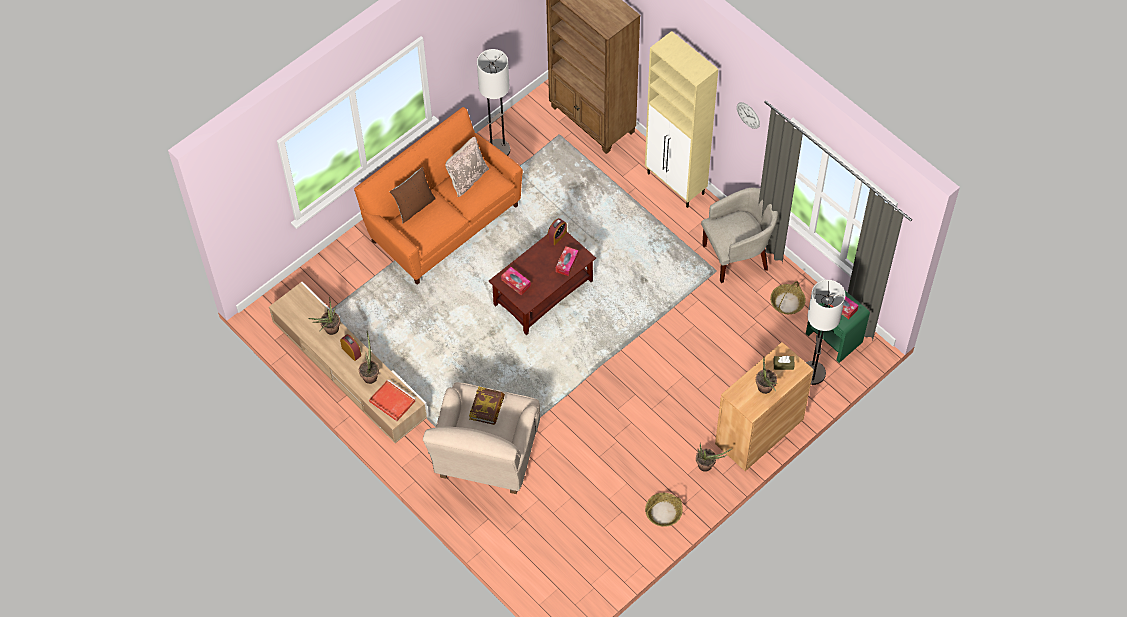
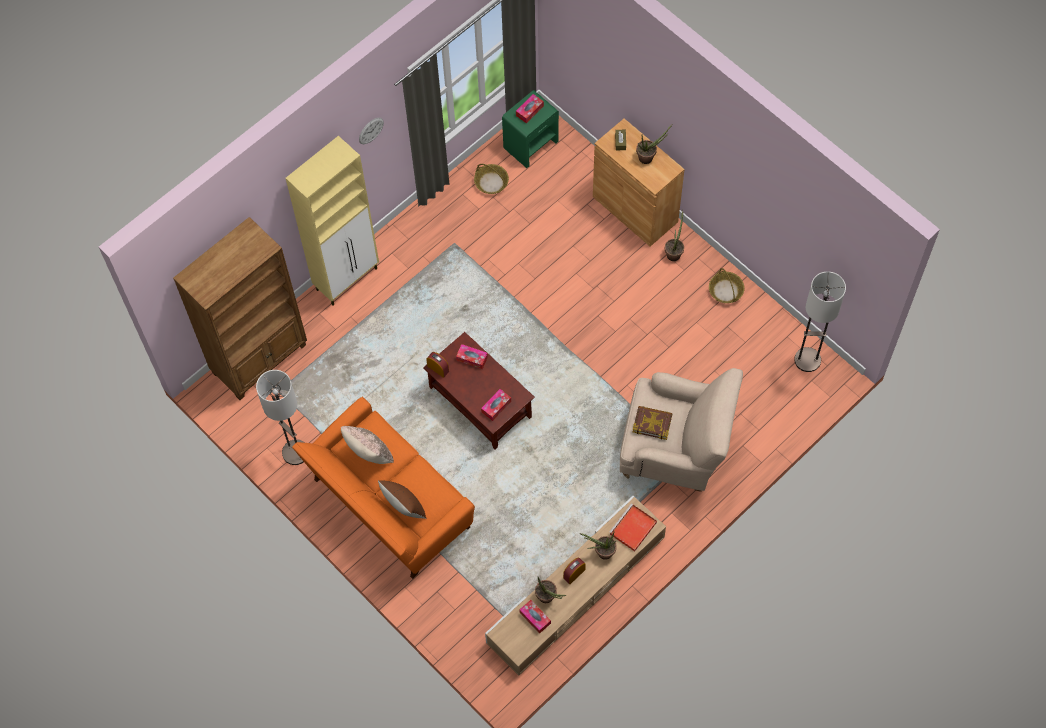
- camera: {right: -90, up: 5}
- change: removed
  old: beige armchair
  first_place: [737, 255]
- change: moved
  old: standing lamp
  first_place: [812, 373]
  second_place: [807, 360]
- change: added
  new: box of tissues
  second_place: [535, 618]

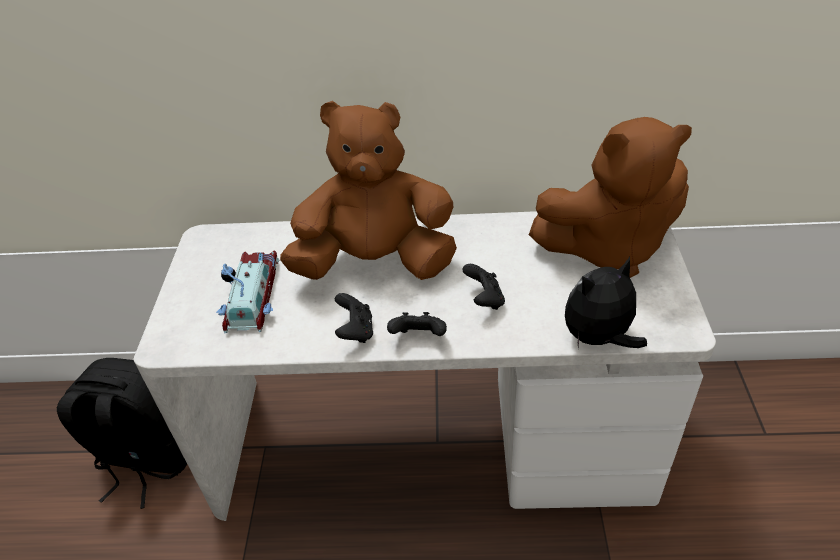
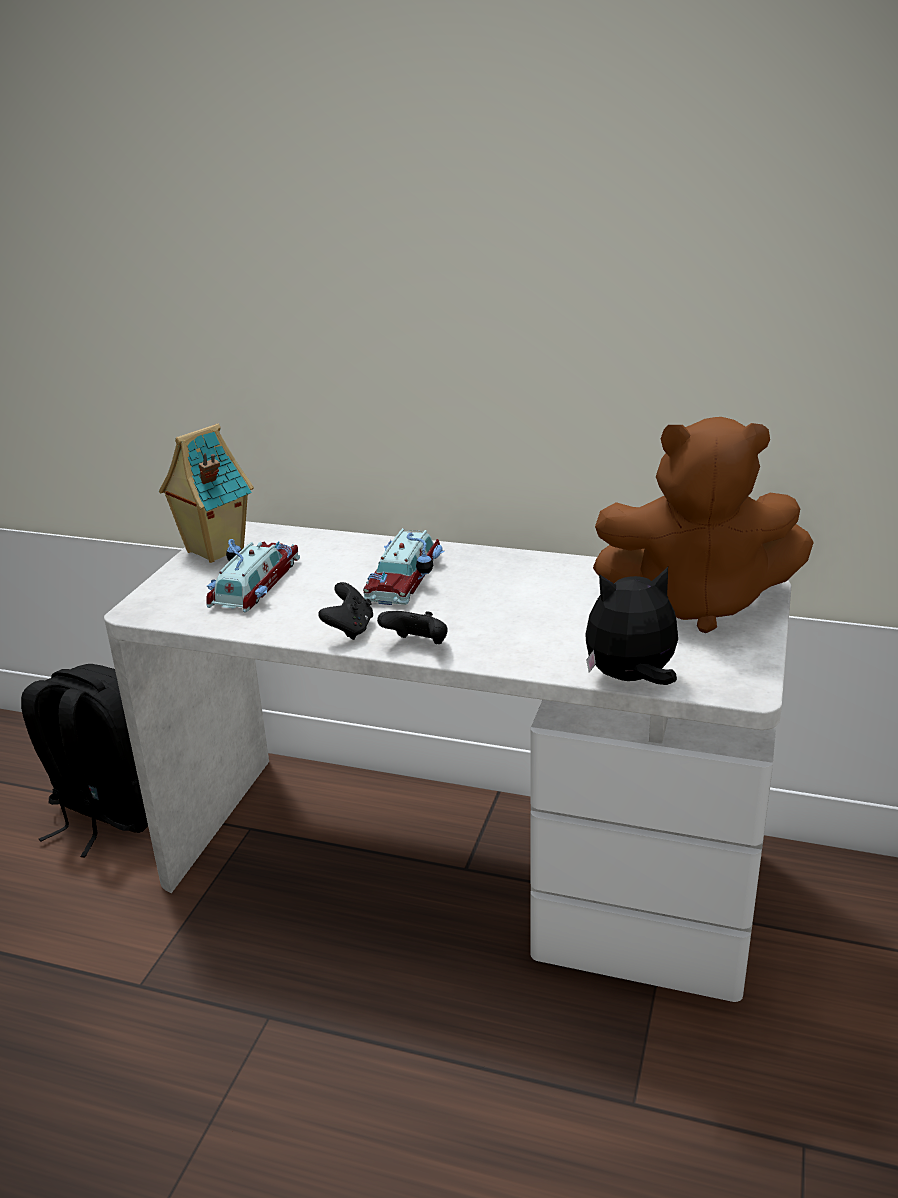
- camera: {right: 15, up: -15}
- change: replaced
  old: brown cuddly toy
  new: model car
  first_place: [376, 263]
  second_place: [407, 577]
- change: removed
  old: black-coloured game controller
  first_place: [484, 300]
- change: added
  new: toy house
  second_place: [213, 550]

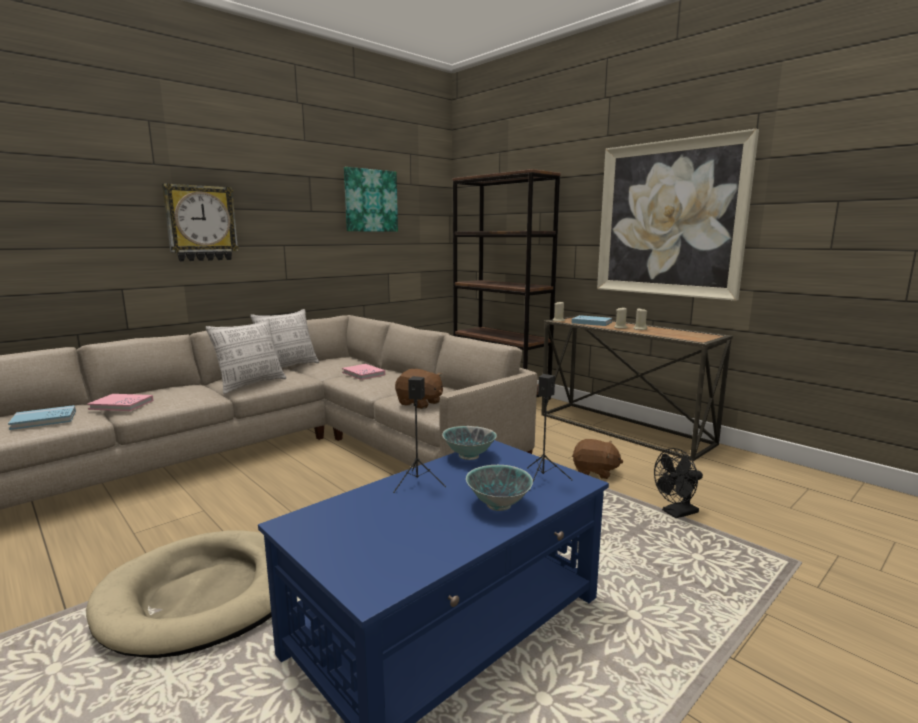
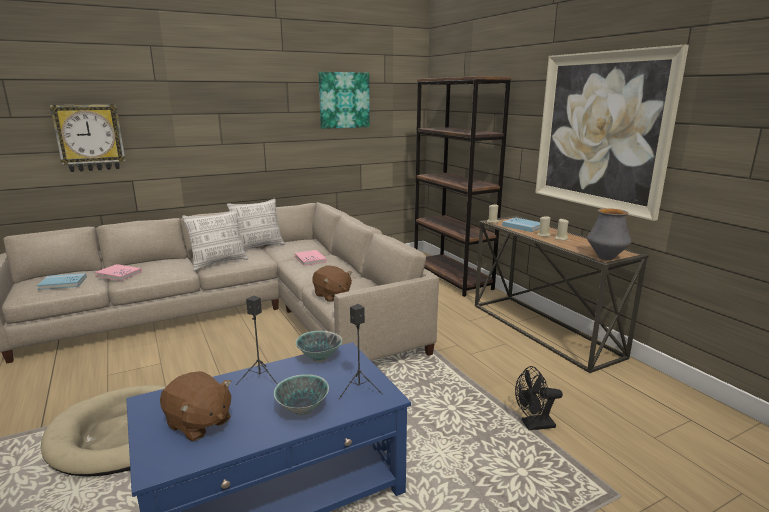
- camera: {right: 15, up: 5}
- change: moved
  old: hanging clock
  first_place: [201, 223]
  second_place: [90, 138]
- change: moved
  old: brown cuddly toy
  first_place: [595, 472]
  second_place: [199, 423]
- change: added
  new: vase
  second_place: [605, 258]

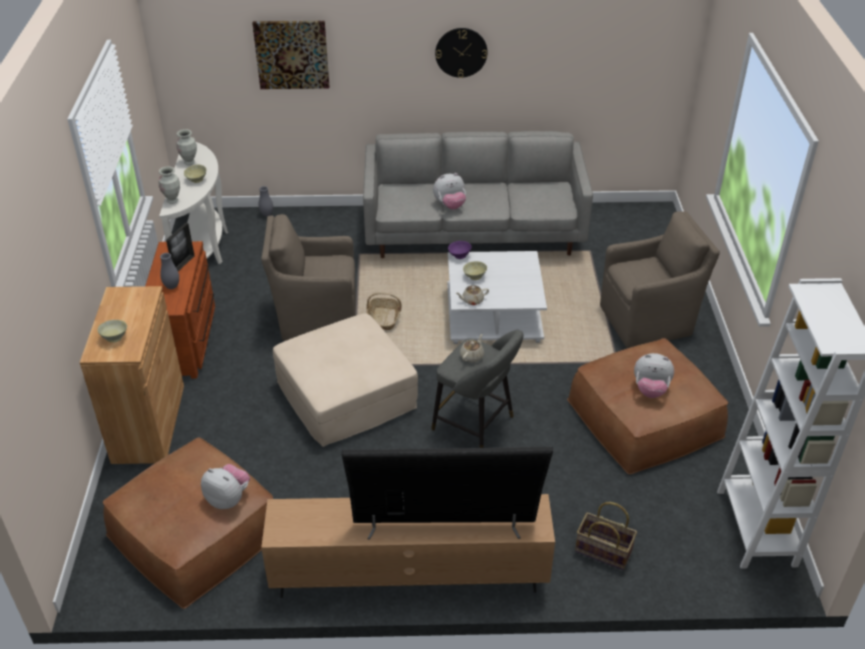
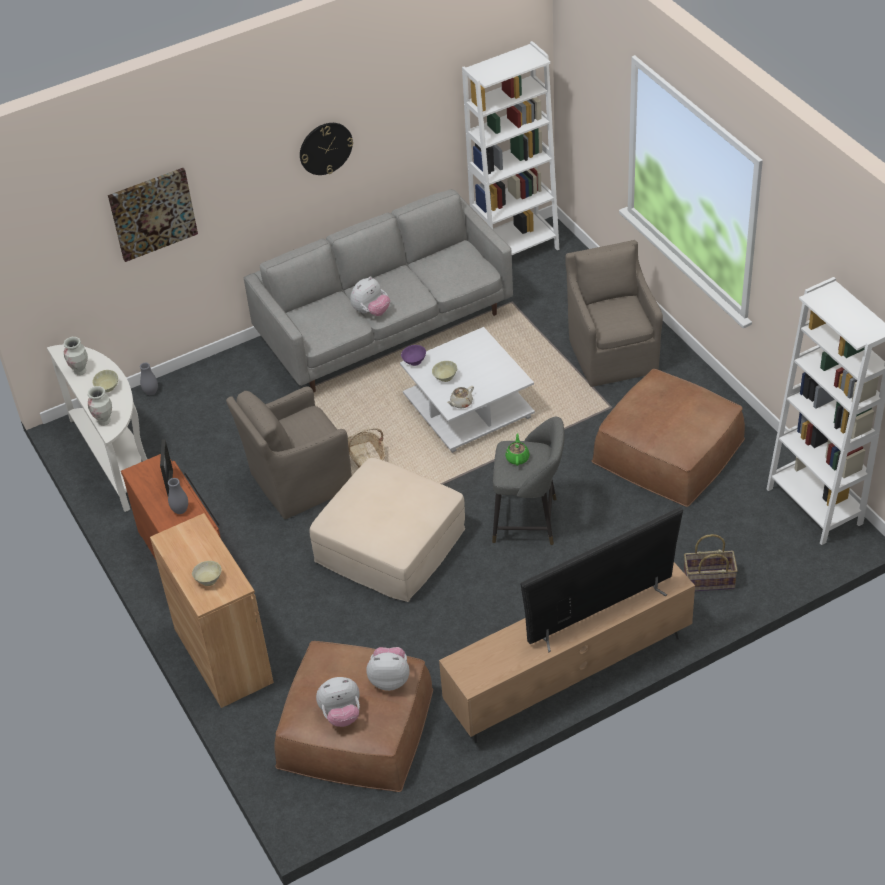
- camera: {right: -25, up: 5}
- change: recoloured
  old: beige teapot
  new: greenish teapot
  first_place: [472, 356]
  second_place: [517, 458]
- change: turned
  old: brown armchair
  first_place: [648, 320]
  second_place: [612, 353]
  degrees: -60
- change: moved
  old: cuddly toy
  first_place: [650, 390]
  second_place: [341, 714]
- change: added
  new: whitish shelving unit
  second_place: [515, 251]

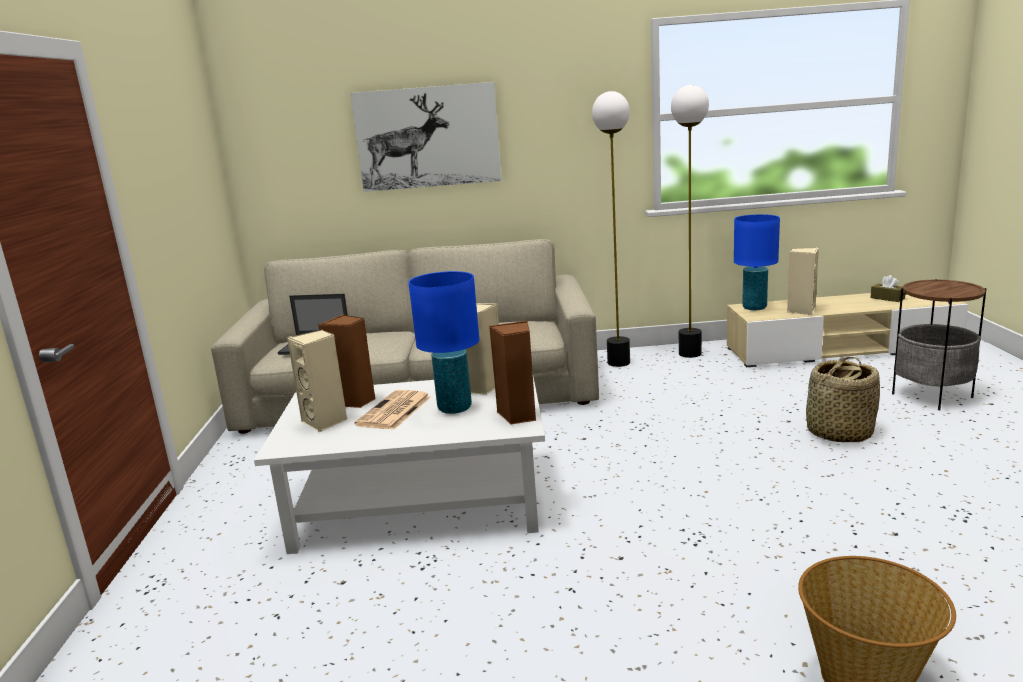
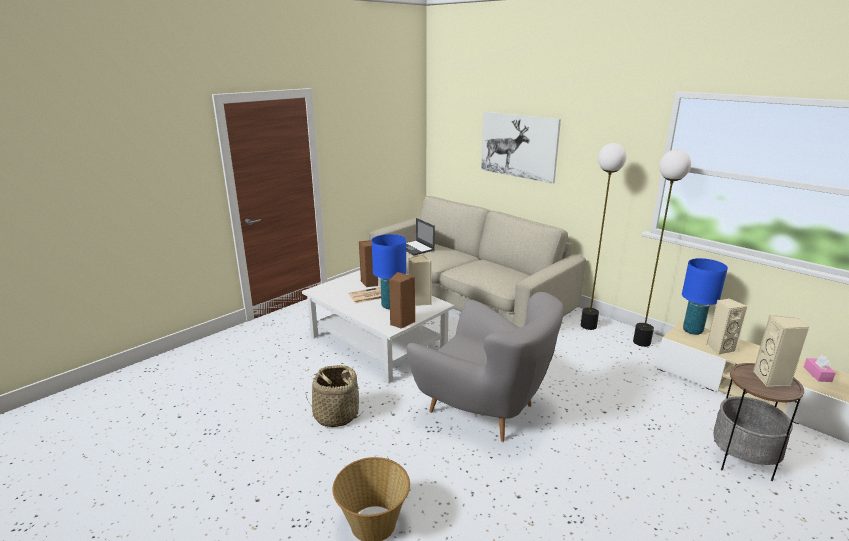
- camera: {right: 45, up: 5}
- change: moved
  old: beige audio speaker
  first_place: [325, 422]
  second_place: [772, 379]
- change: moved
  old: storage basket
  first_place: [838, 433]
  second_place: [336, 415]
- change: recoloured
  old: brown box of tissues
  new: pinkish box of tissues
  first_place: [887, 298]
  second_place: [817, 374]
- change: added
  new: gray armchair
  second_place: [484, 409]

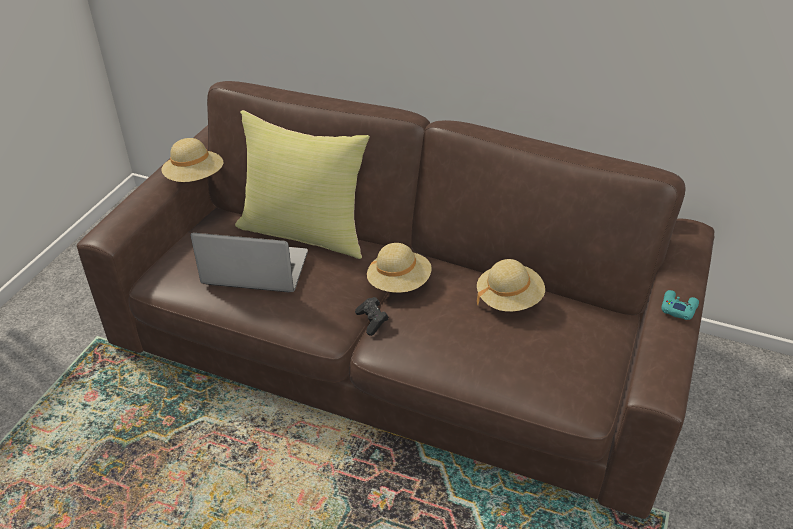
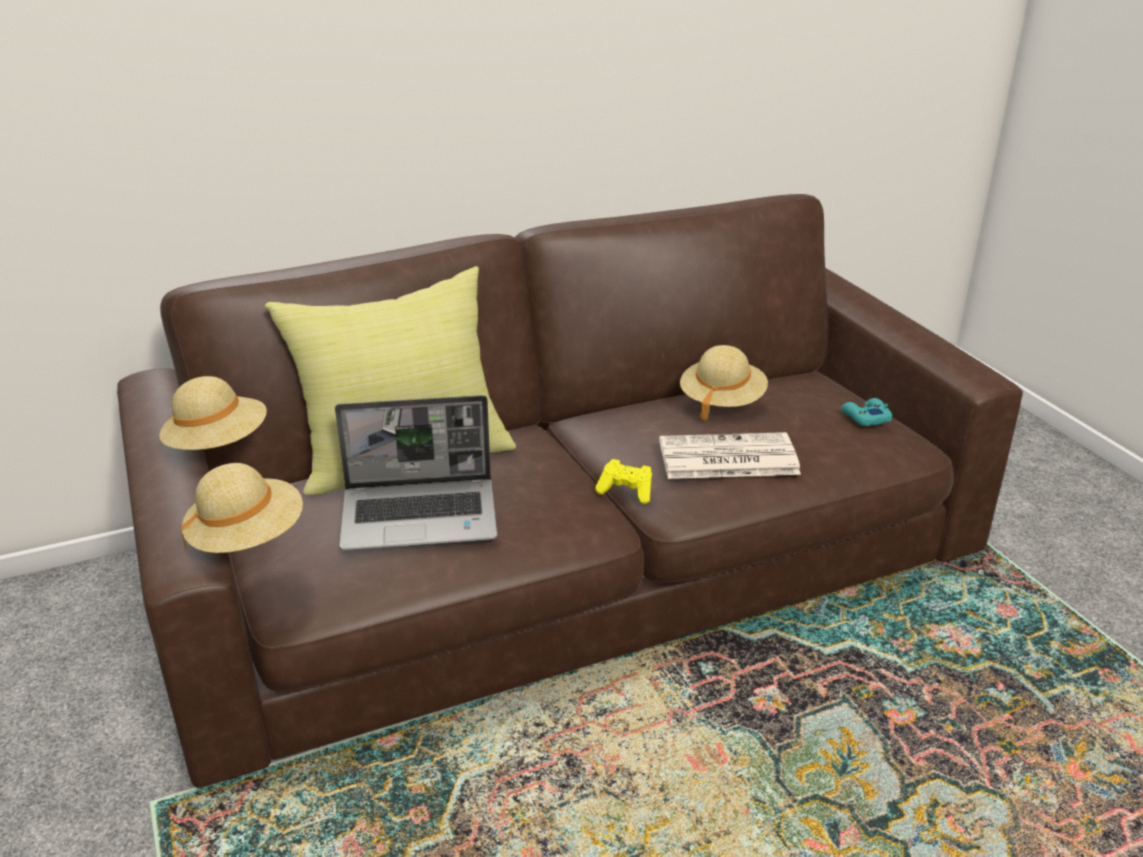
- camera: {right: -45, up: -10}
- change: turned
  old: portable computer
  first_place: [254, 270]
  second_place: [421, 516]
  degrees: -150
- change: recoloured
  old: black-coloured game controller
  new: yellow game controller
  first_place: [372, 321]
  second_place: [626, 491]
- change: moved
  old: beige wearable hat
  first_place: [399, 283]
  second_place: [247, 538]
- change: moved
  old: turquoise-coloured game controller
  first_place: [678, 308]
  second_place: [865, 417]
- change: added
  new: printed paper
  second_place: [726, 458]

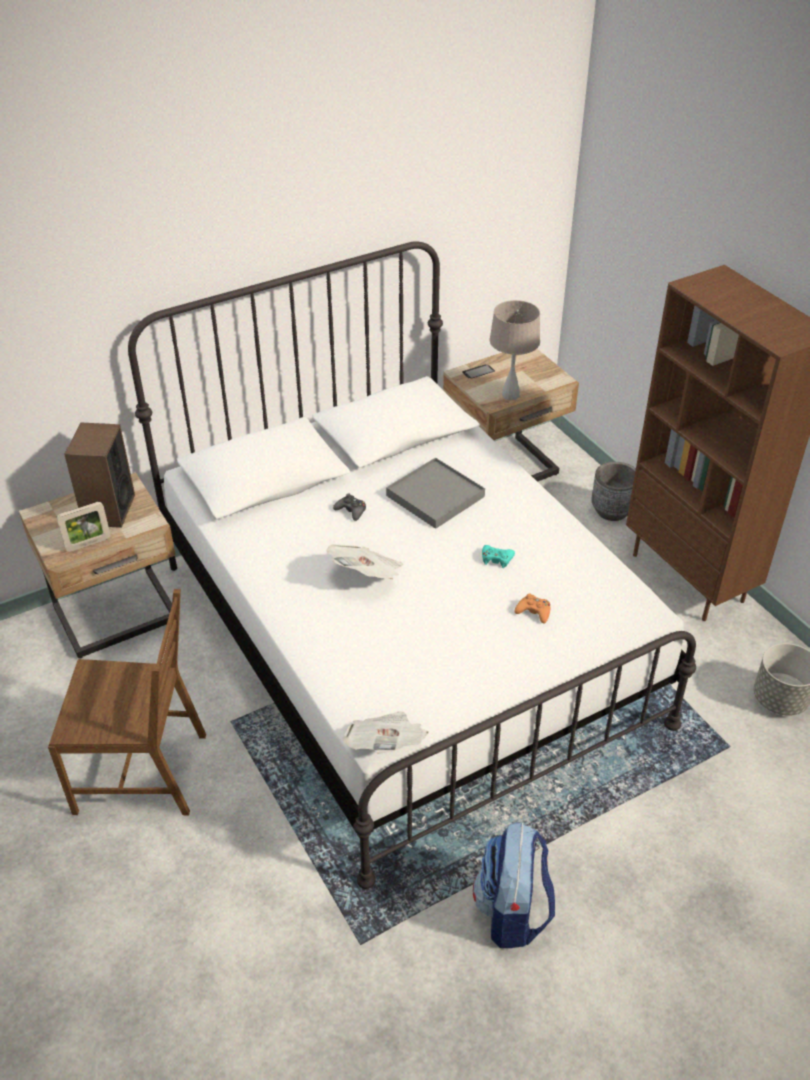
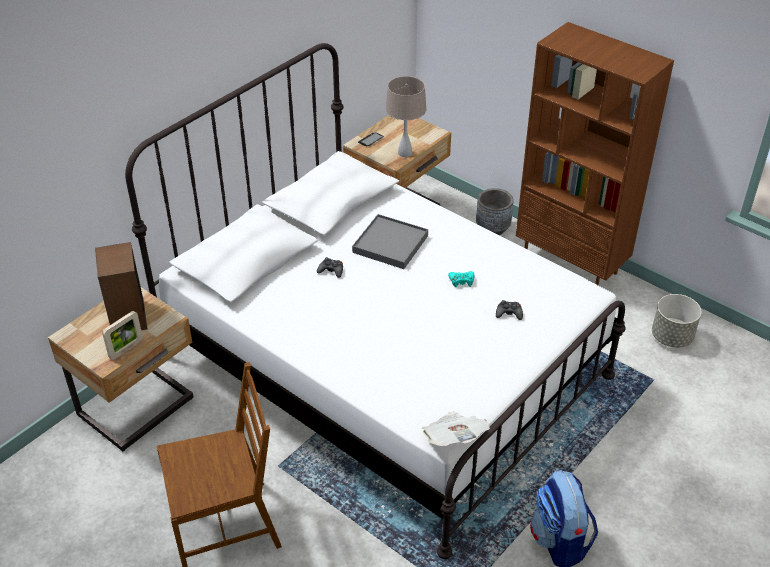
- camera: {right: -20, up: 0}
- change: removed
  old: printed paper
  first_place: [367, 575]
- change: recoloured
  old: orange game controller
  new: black-coloured game controller
  first_place: [534, 612]
  second_place: [509, 313]

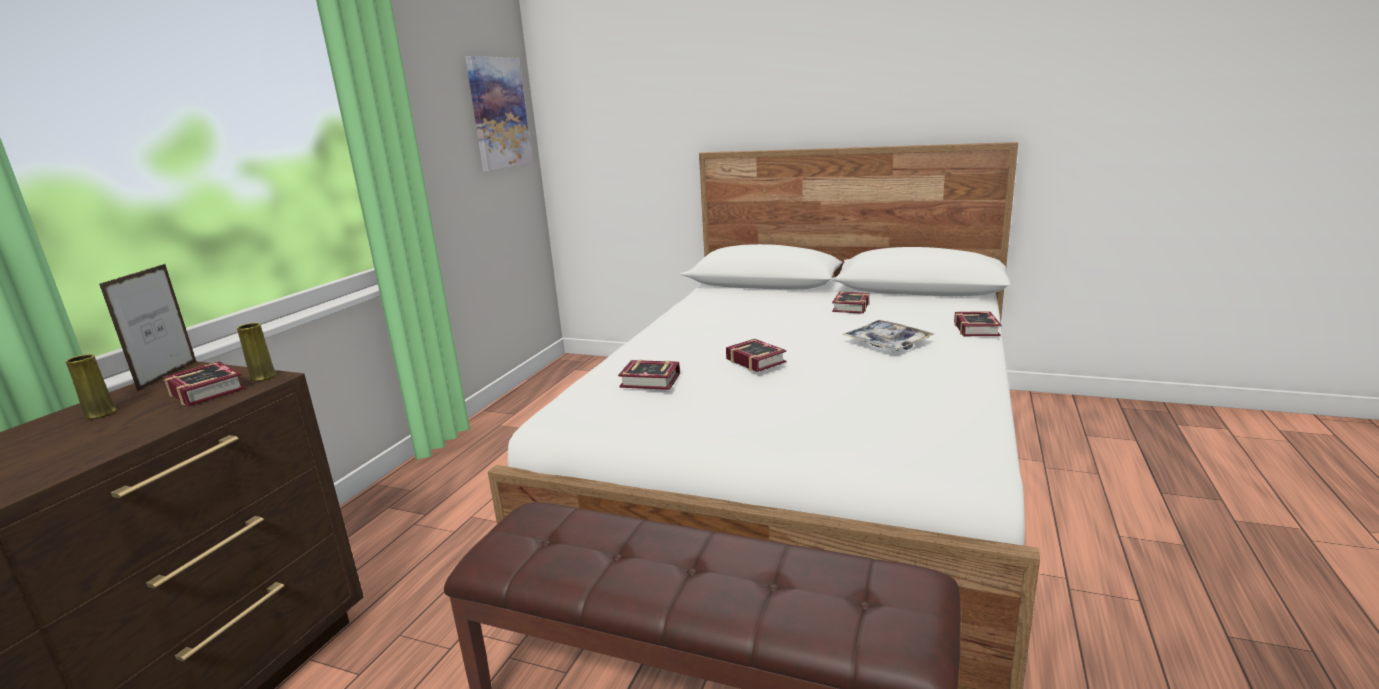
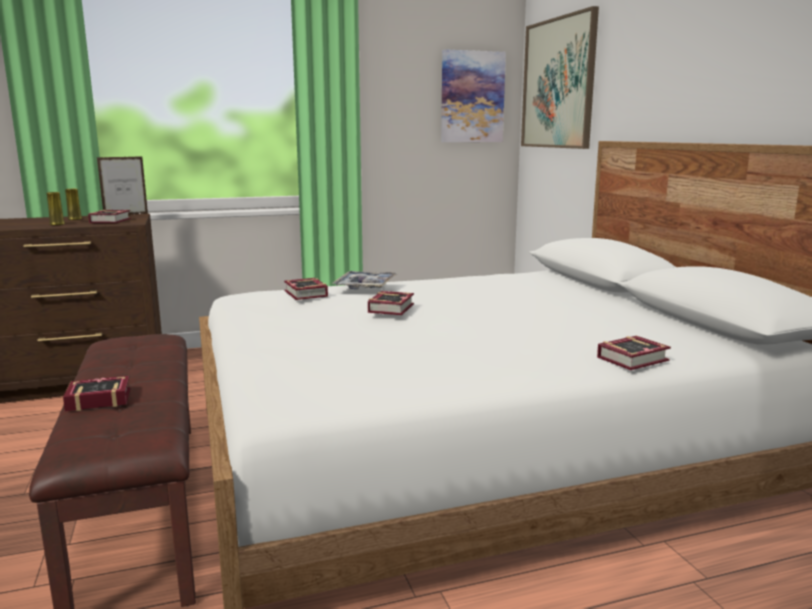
- camera: {right: 50, up: -5}
- change: moved
  old: yellow vase
  first_place: [263, 377]
  second_place: [57, 224]
- change: moved
  old: book
  first_place: [849, 307]
  second_place: [96, 399]
- change: moved
  old: carrying tray
  first_place: [887, 343]
  second_place: [365, 286]
- change: added
  new: wall art
  second_place: [558, 84]

